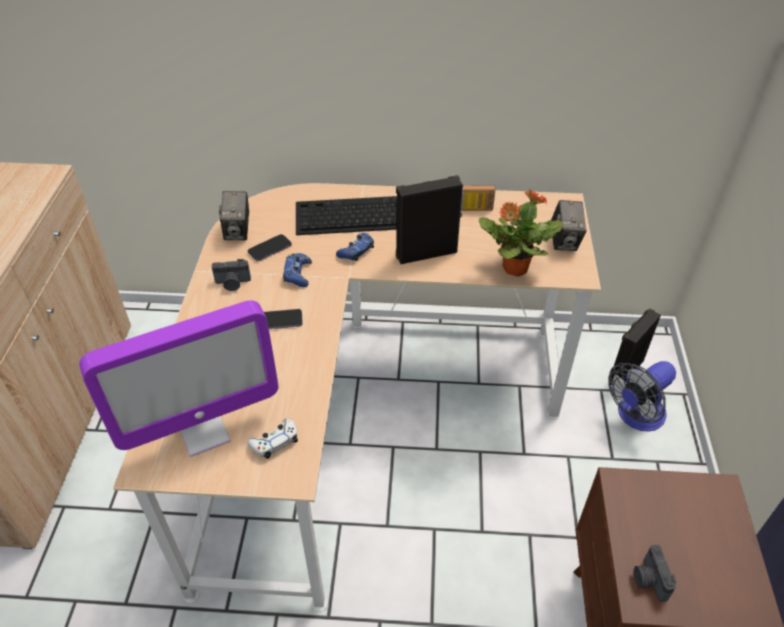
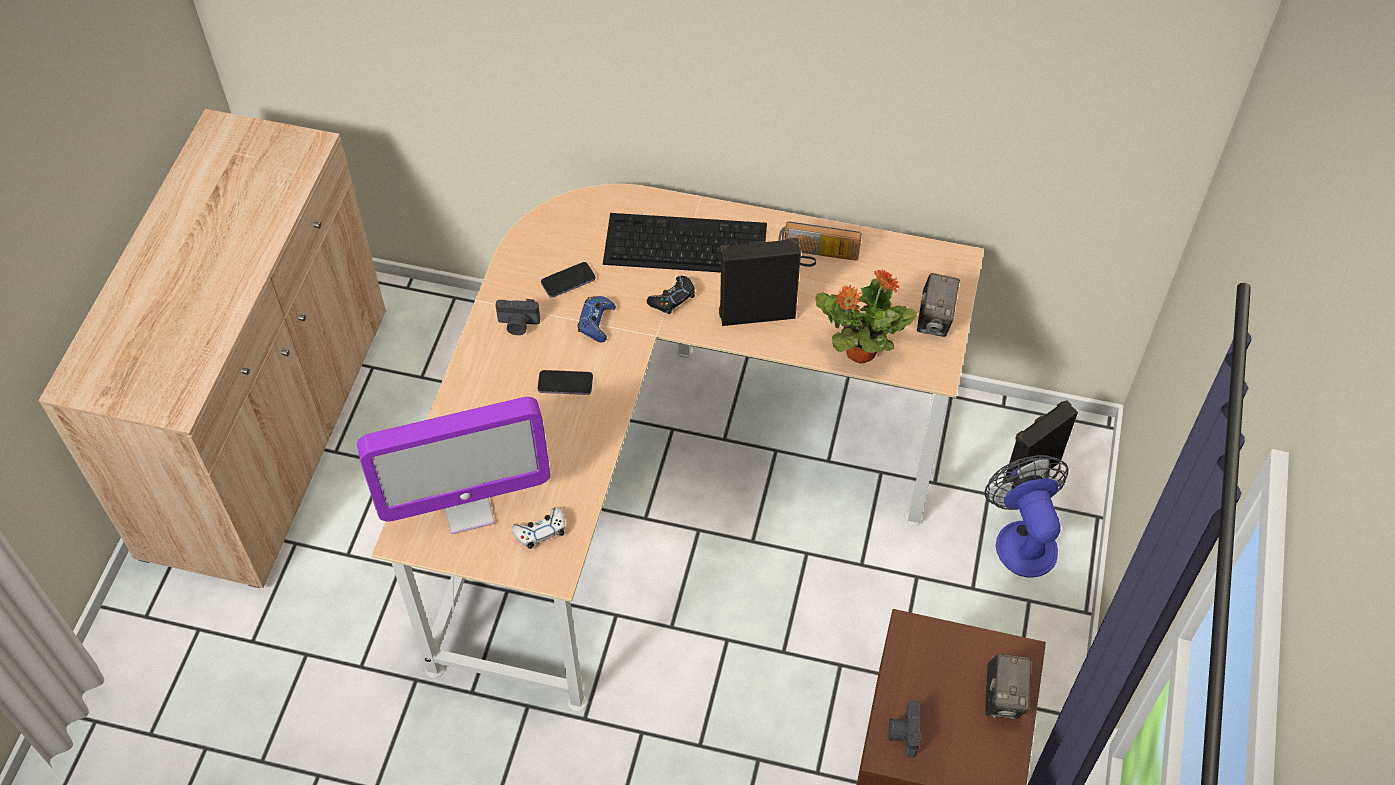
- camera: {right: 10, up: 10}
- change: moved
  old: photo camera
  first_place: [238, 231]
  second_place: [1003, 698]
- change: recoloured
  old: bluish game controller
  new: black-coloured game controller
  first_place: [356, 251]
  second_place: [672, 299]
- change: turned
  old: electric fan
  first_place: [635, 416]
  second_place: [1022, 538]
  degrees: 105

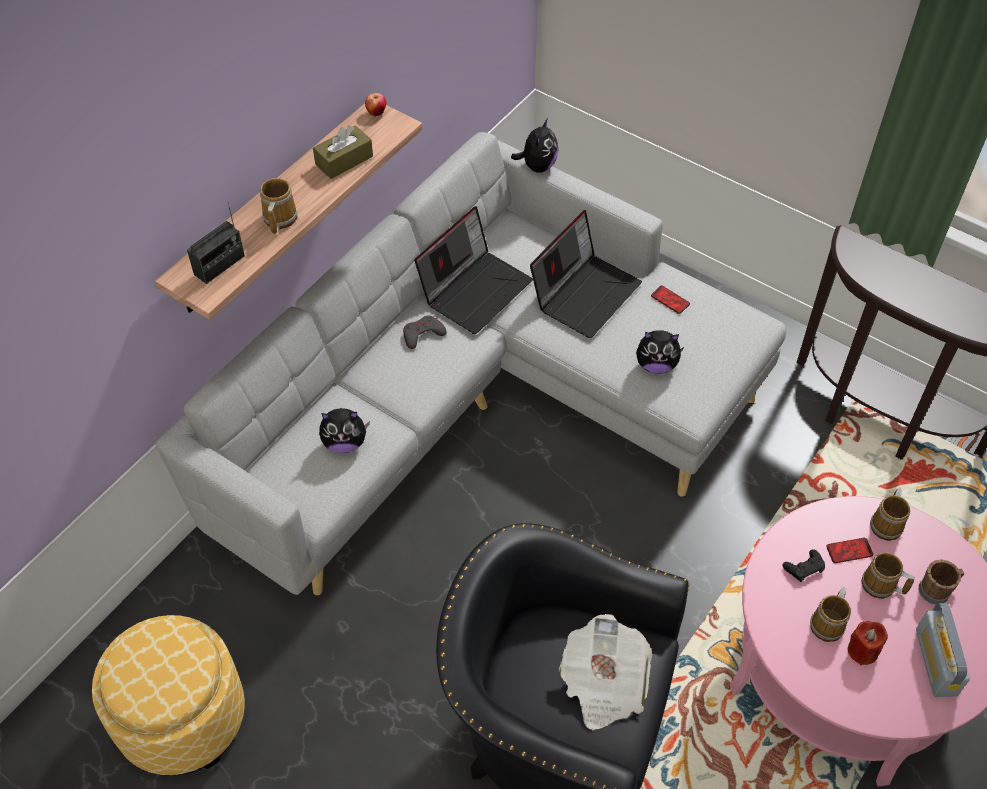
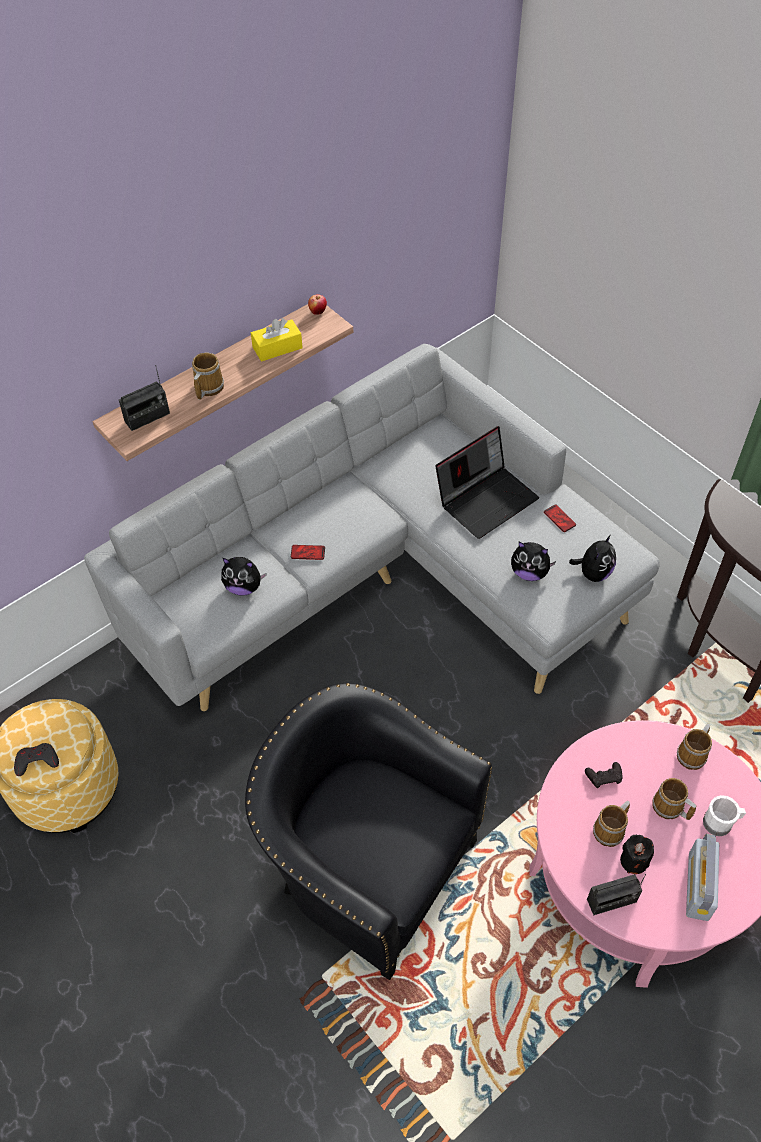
- camera: {right: 15, up: 0}
- change: recoloured
  old: brown box of tissues
  new: yellow box of tissues
  first_place: [344, 160]
  second_place: [277, 347]
- change: moved
  old: gray game controller
  first_place: [422, 334]
  second_place: [36, 761]
- change: removed
  old: portable computer
  first_place: [475, 289]
- change: moved
  old: cuddly toy
  first_place: [537, 166]
  second_place: [593, 573]
- change: removed
  old: printed paper
  first_place: [603, 684]
- change: moved
  old: telephone
  first_place: [849, 551]
  second_place: [308, 553]
- change: recoloured
  old: red-coloured candle
  new: black-coloured candle
  first_place: [862, 650]
  second_place: [634, 861]
- change: recoloured
  old: brown mug
  new: whitish mug
  first_place: [937, 590]
  second_place: [720, 822]
- change: added
  new: radio set
  second_place: [611, 901]

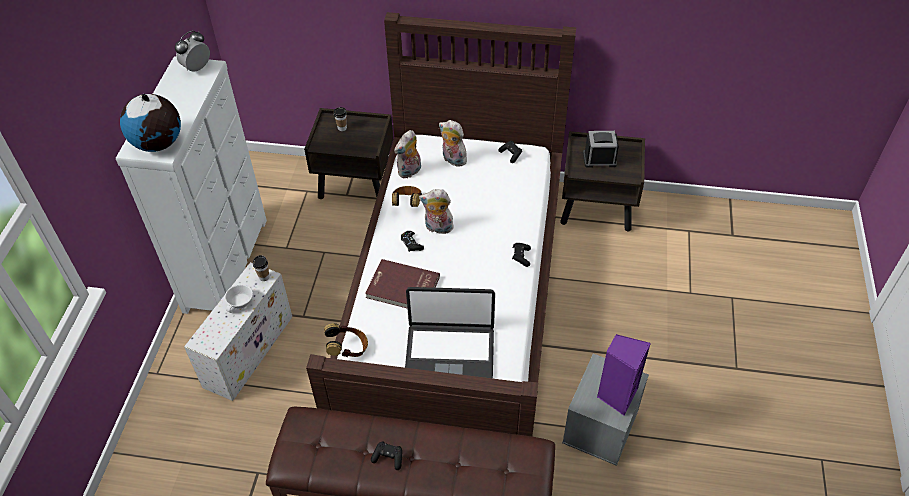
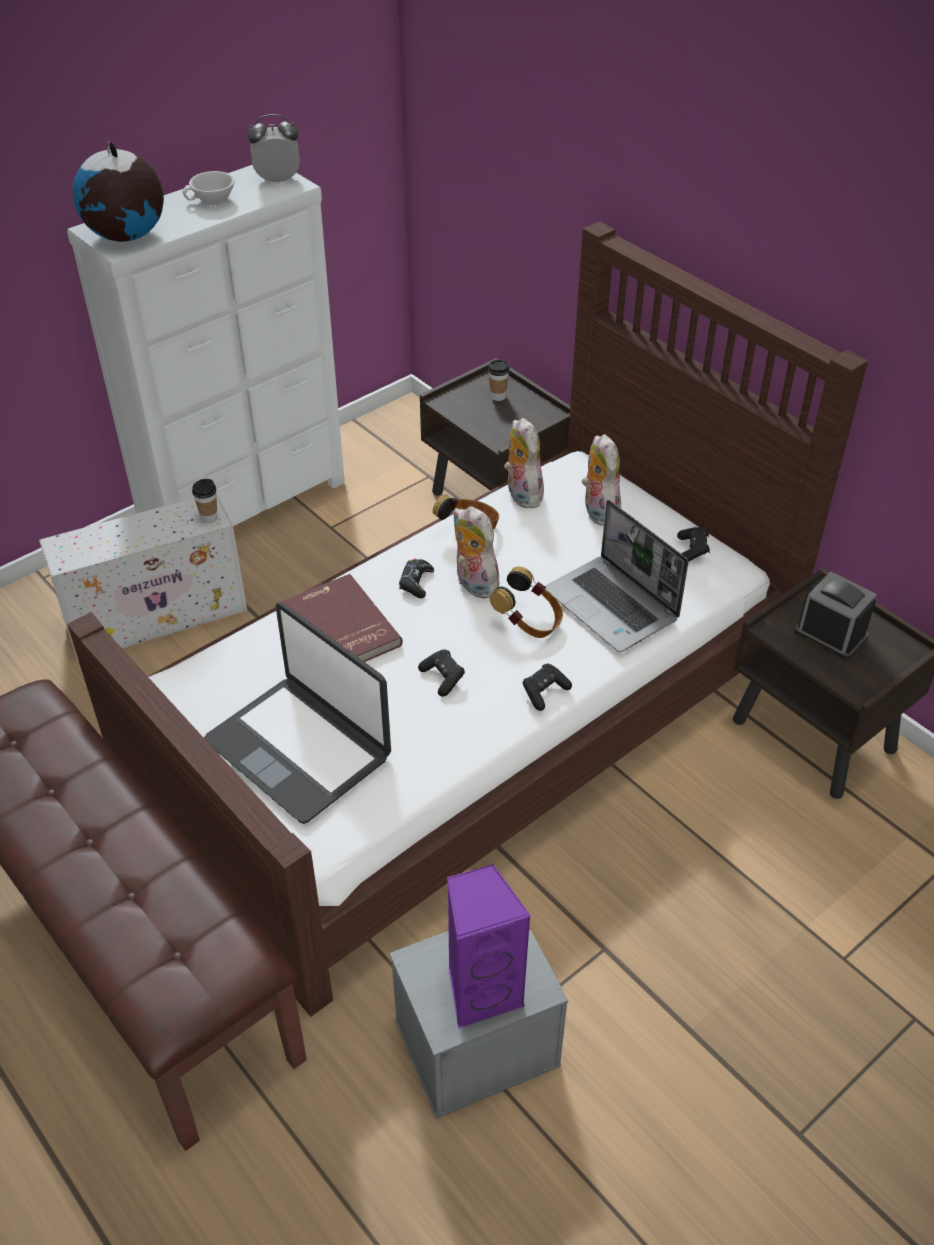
- camera: {right: 40, up: -5}
- change: moved
  old: whitish cup
  first_place: [241, 303]
  second_place: [213, 200]
- change: moved
  old: pair of headphones
  first_place: [348, 349]
  second_place: [529, 623]
- change: moved
  old: black-coloured game controller
  first_place: [388, 458]
  second_place: [443, 678]
- change: turned
  old: cuddly toy
  first_place: [410, 172]
  second_place: [521, 494]
  degrees: 75
- change: added
  new: portable computer
  second_place: [613, 606]

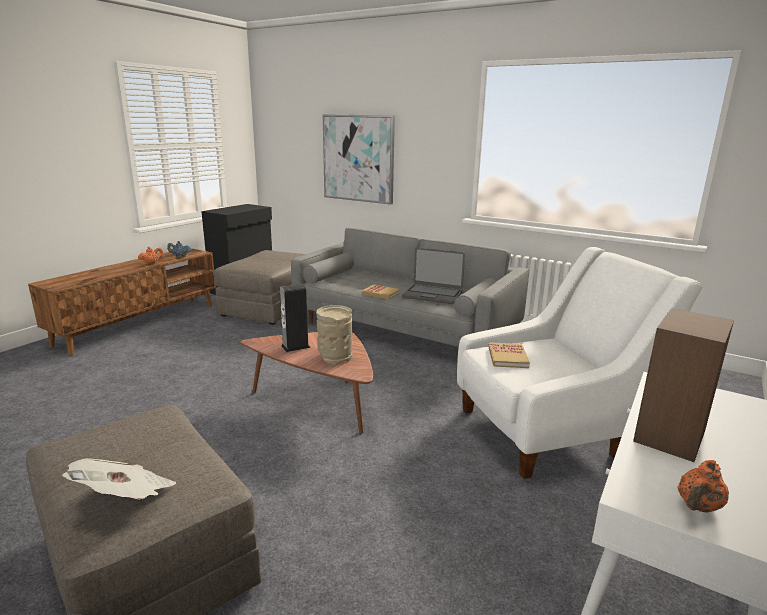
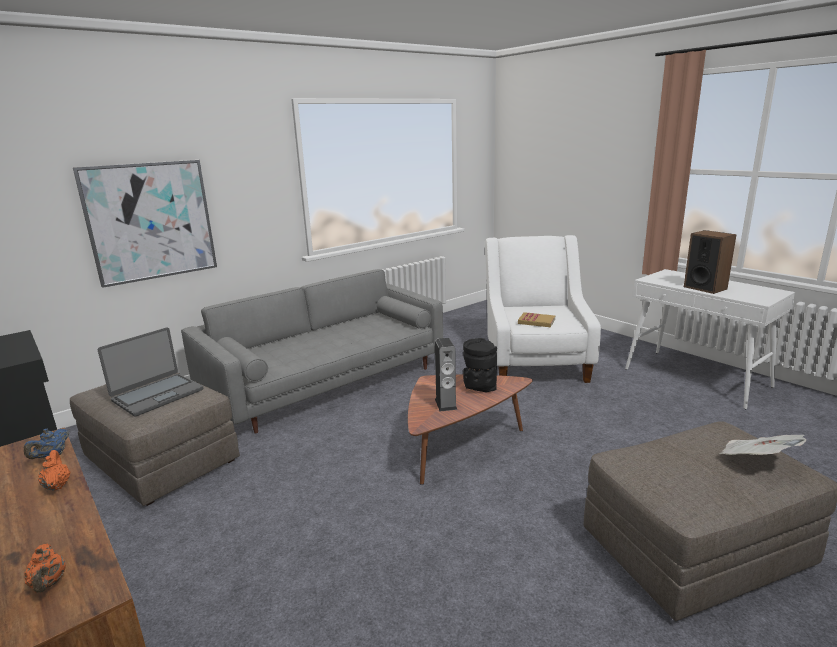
- camera: {right: -70, up: 0}
- change: recoloured
  old: beige vase
  new: black-coloured vase
  first_place: [335, 357]
  second_place: [479, 387]
- change: removed
  old: book
  first_place: [381, 293]
- change: moved
  old: portable computer
  first_place: [432, 295]
  second_place: [157, 395]
- change: moved
  old: orange teapot
  first_place: [698, 507]
  second_place: [48, 583]

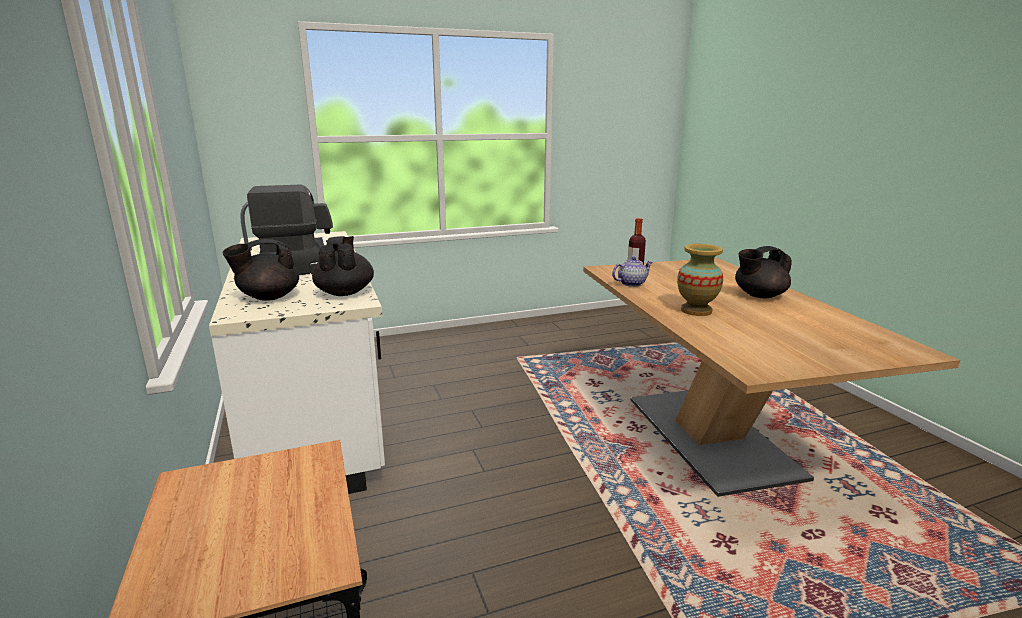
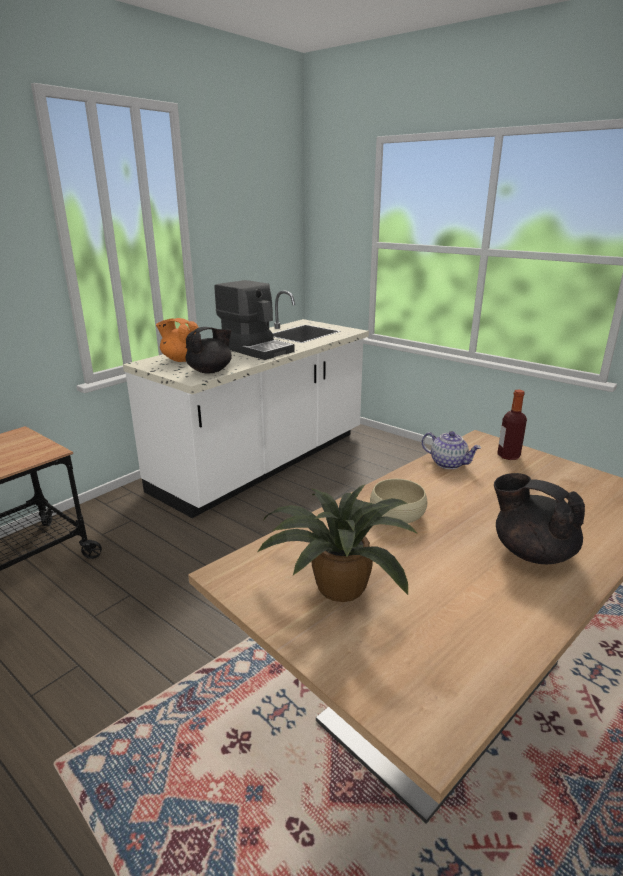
- camera: {right: 60, up: 5}
- change: recoloured
  old: black-coloured teapot
  new: orange teapot
  first_place: [268, 297]
  second_place: [182, 359]
- change: replaced
  old: vase
  new: beige bowl
  first_place: [696, 311]
  second_place: [397, 515]
- change: added
  new: potted plant
  second_place: [336, 586]

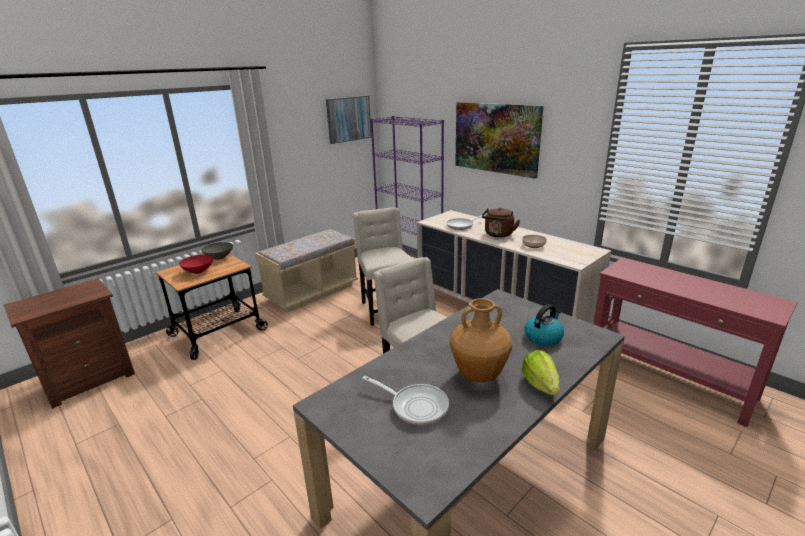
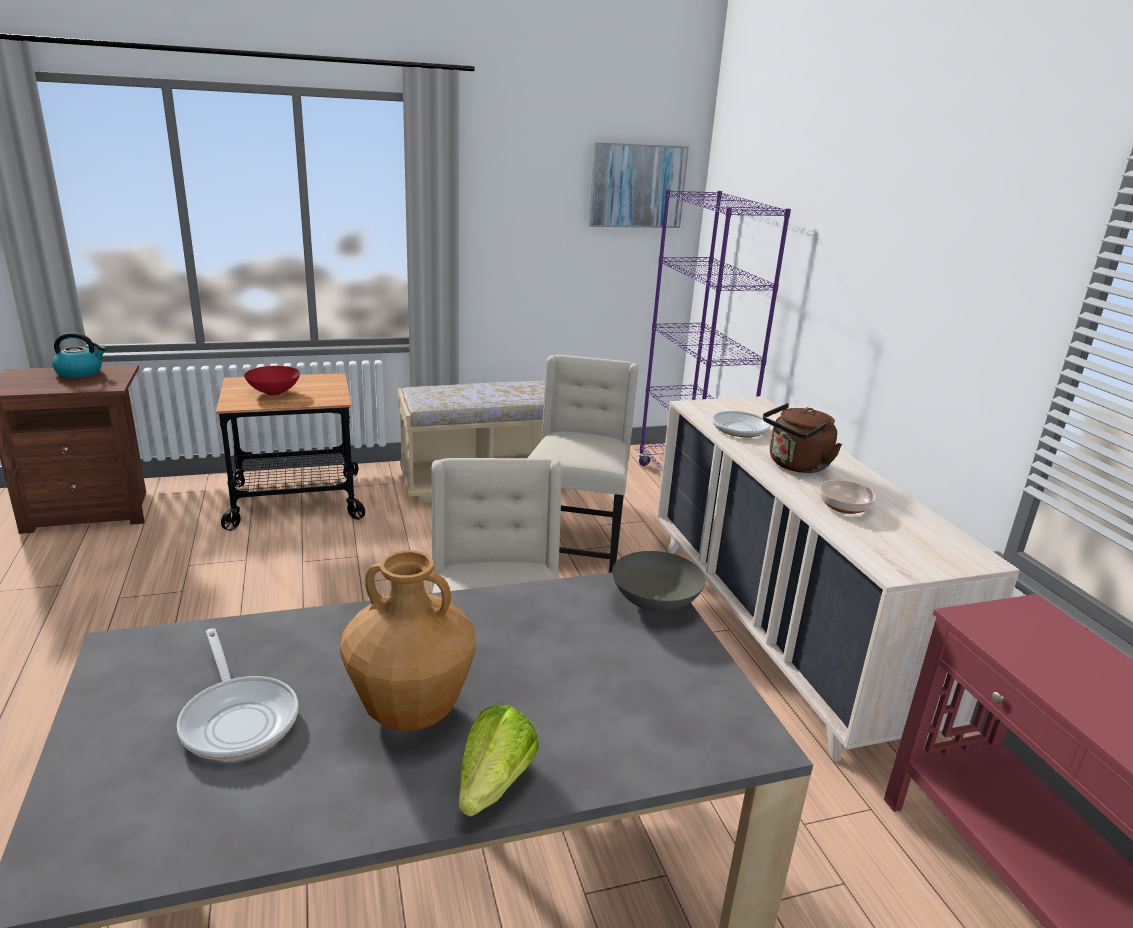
- camera: {right: 25, up: 0}
- change: moved
  old: gray bowl
  first_place: [219, 258]
  second_place: [654, 604]
- change: removed
  old: wall art
  first_place: [496, 138]
- change: moved
  old: kettle
  first_place: [543, 337]
  second_place: [80, 372]

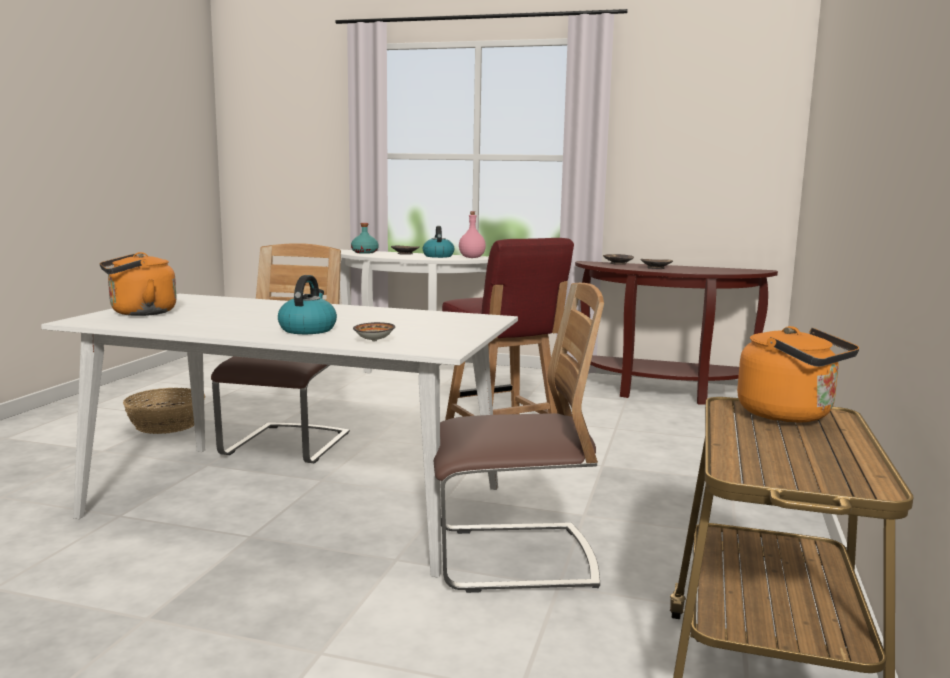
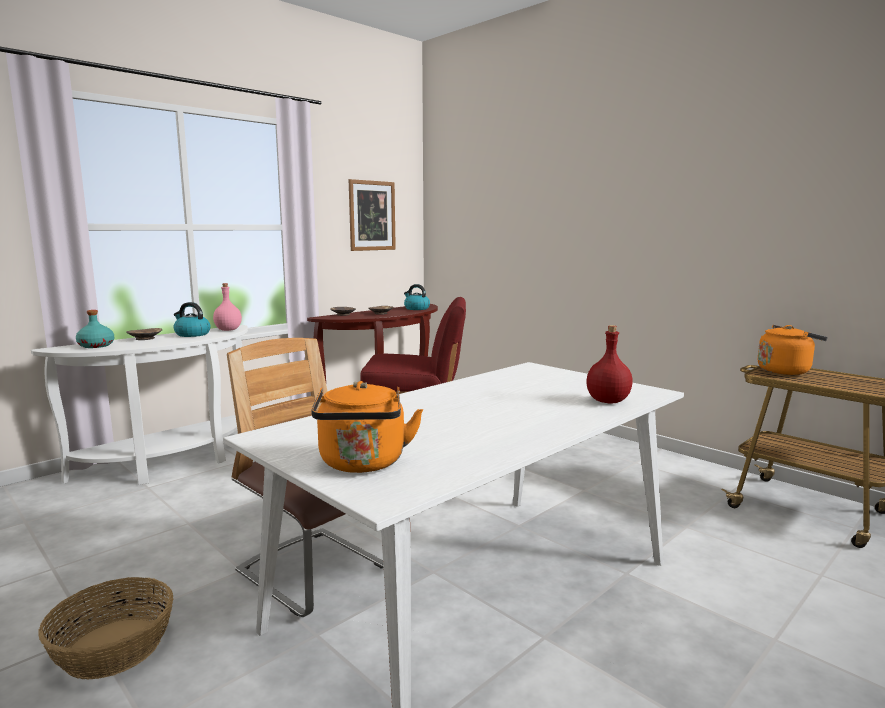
- camera: {right: -60, up: 0}
- change: moved
  old: kettle
  first_place: [307, 329]
  second_place: [416, 308]
- change: replaced
  old: bowl
  new: red-coloured beverage bottle
  first_place: [375, 340]
  second_place: [607, 401]
- change: removed
  old: plain chair
  first_place: [513, 558]
- change: added
  new: wall art
  second_place: [372, 215]

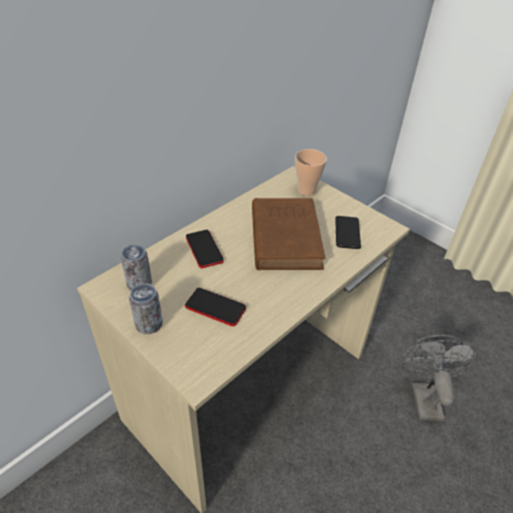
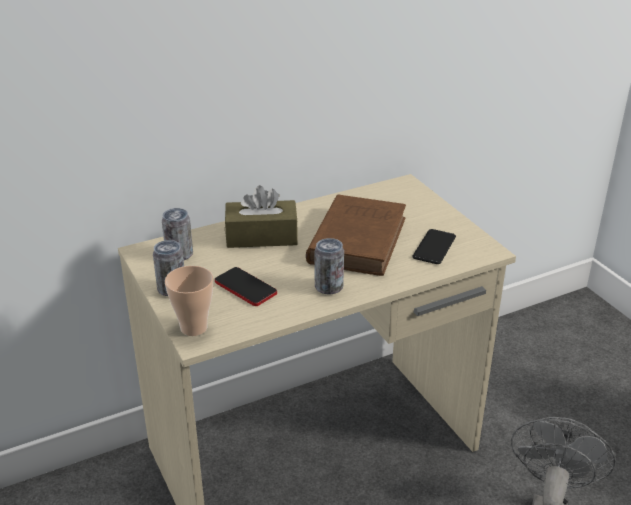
- camera: {right: 20, up: -10}
- change: replaced
  old: telephone
  new: brown box of tissues
  first_place: [204, 249]
  second_place: [261, 236]
- change: moved
  old: cup
  first_place: [306, 191]
  second_place: [194, 328]
- change: added
  new: metal can
  second_place: [329, 287]

